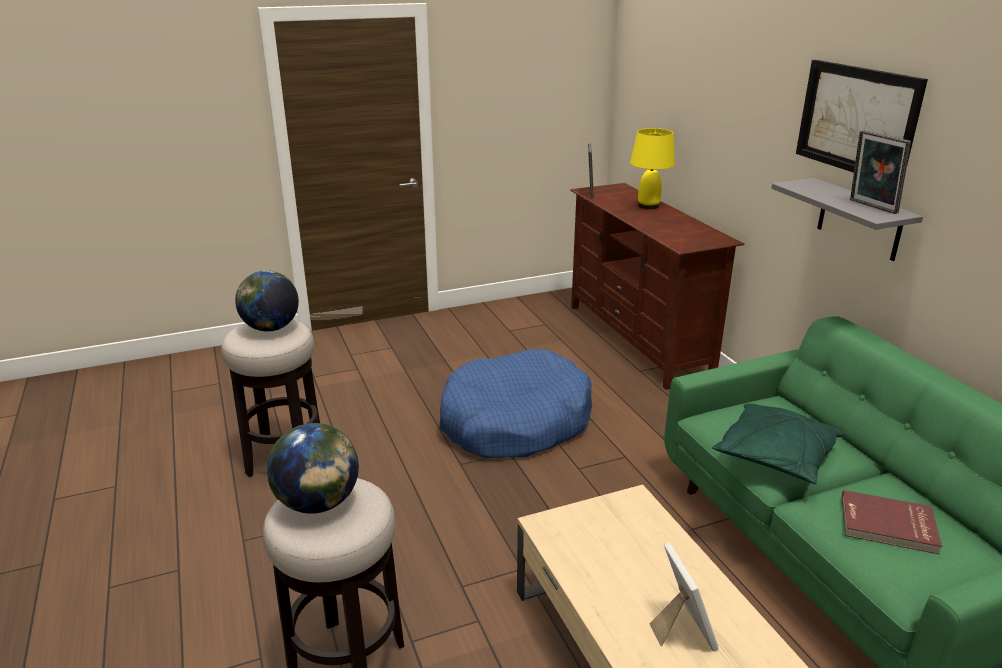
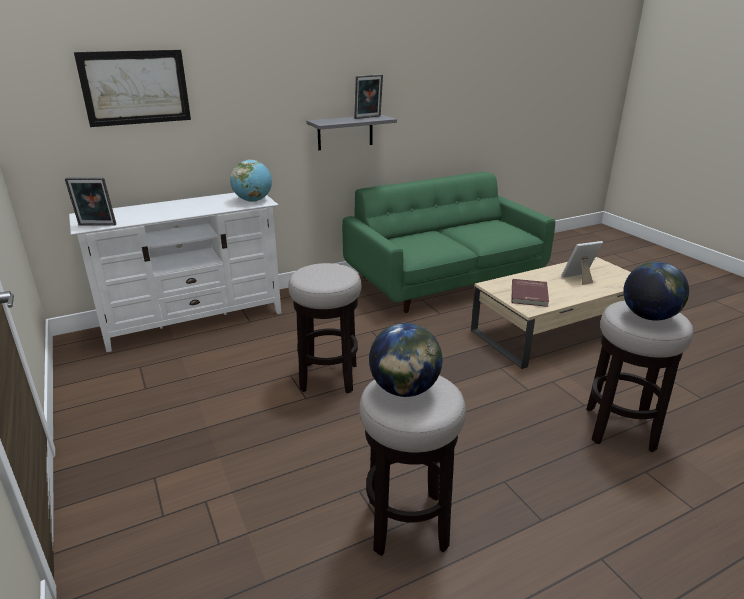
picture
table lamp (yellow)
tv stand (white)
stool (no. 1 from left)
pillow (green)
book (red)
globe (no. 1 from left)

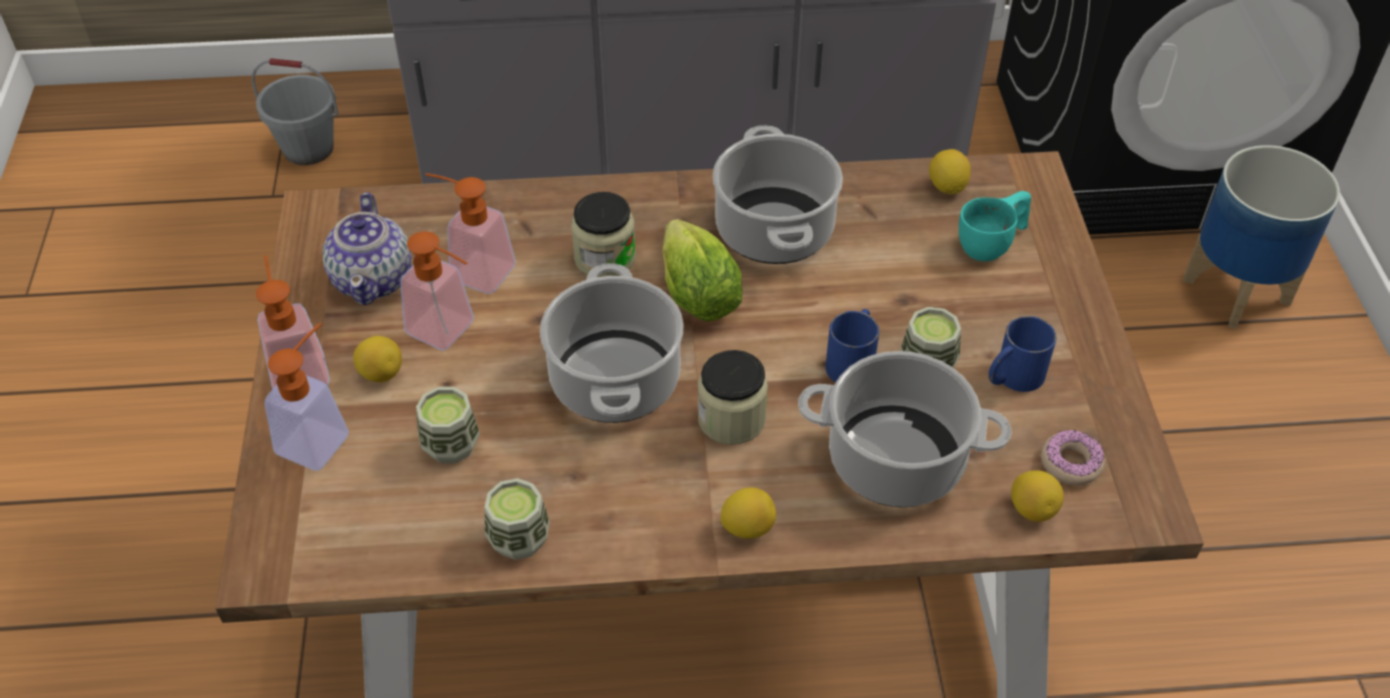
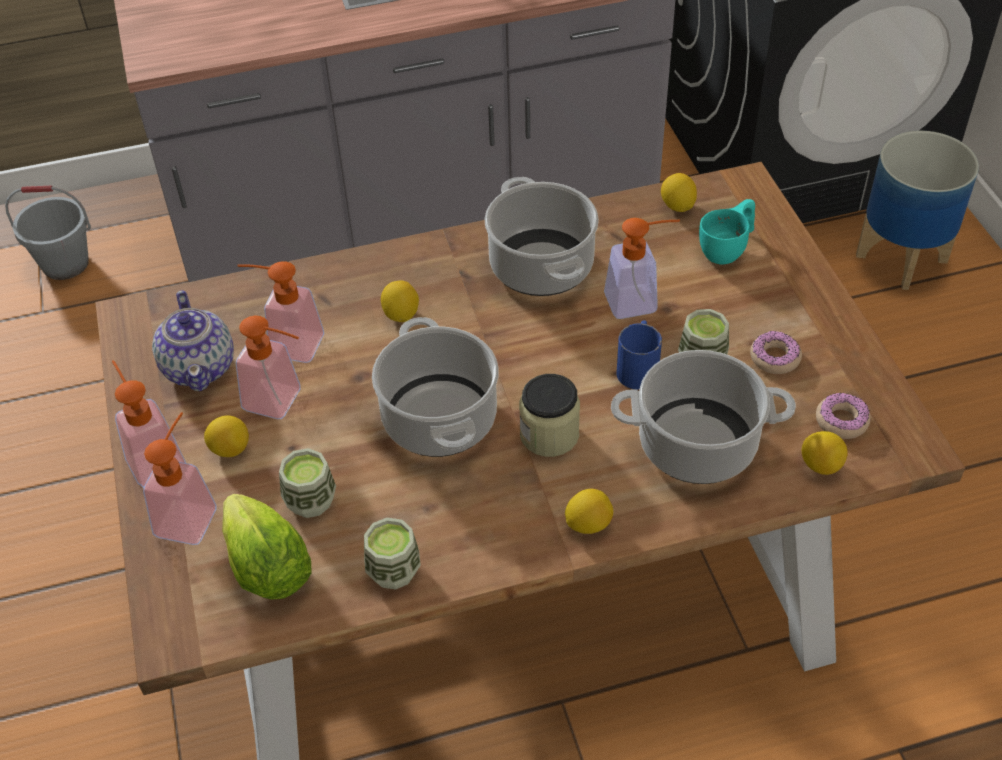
lemon (no. 2 from left)
lettuce
donut (no. 1 from left)
soap dispenser (no. 5 from left)

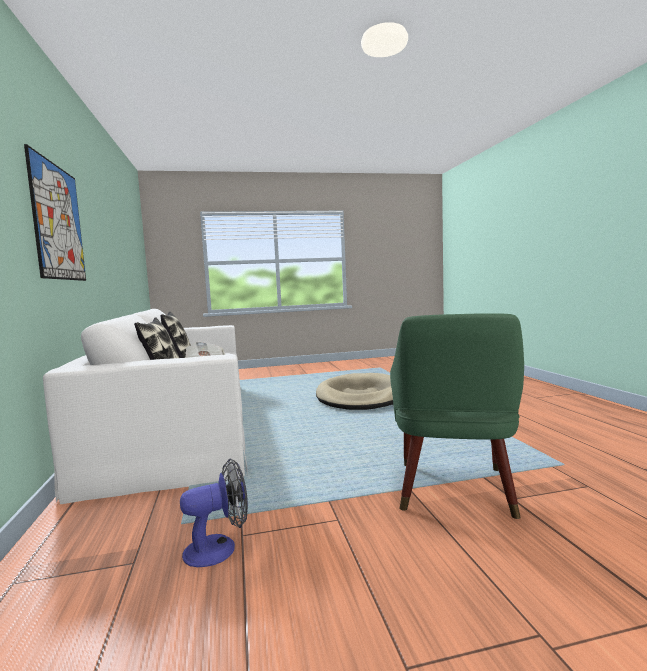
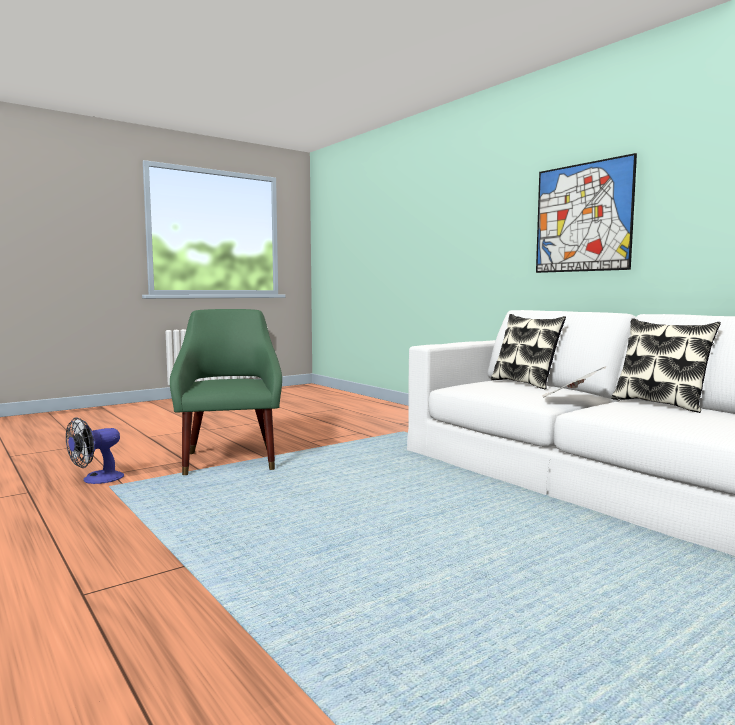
dog bed (beige)
fan

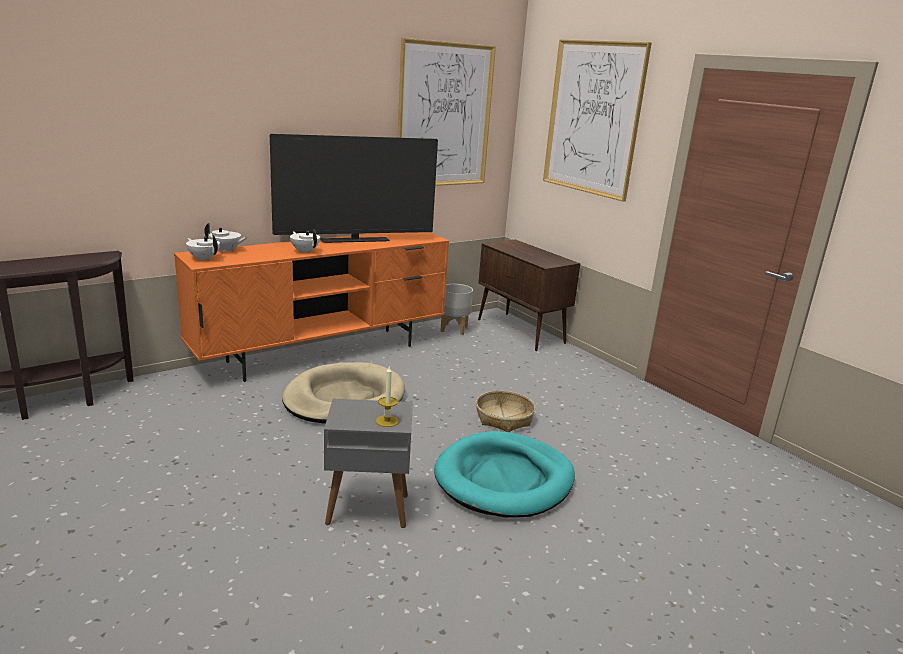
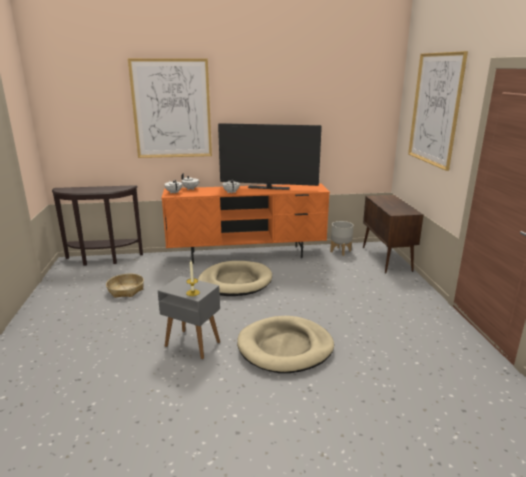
picture (no. 1 from left)
basket
dog bed (beige) (no. 2 from left)

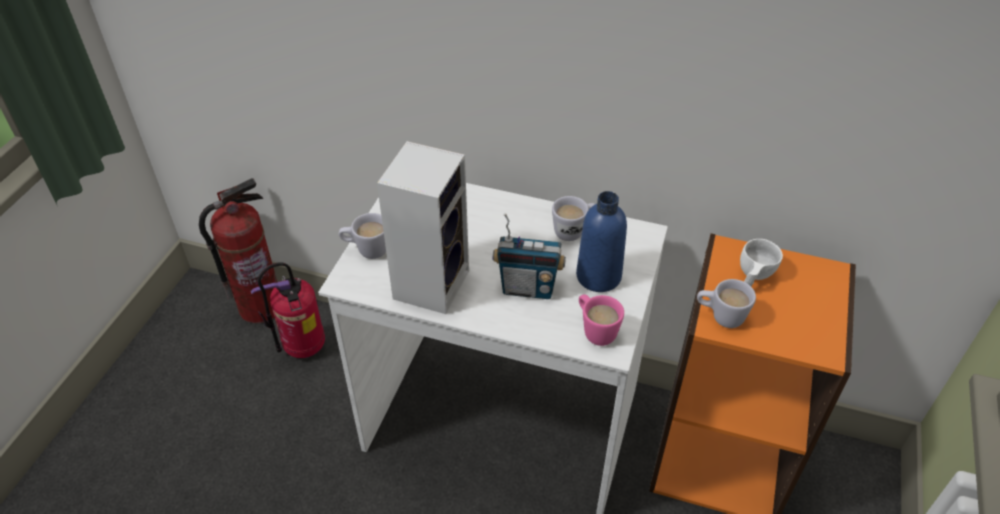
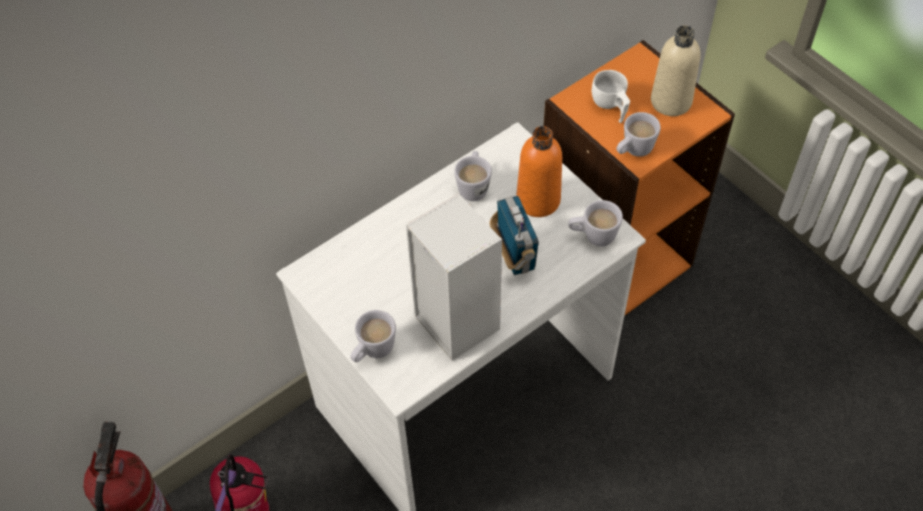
bottle (orange)
radio
mug (white) (no. 3 from left)
bottle (beige)

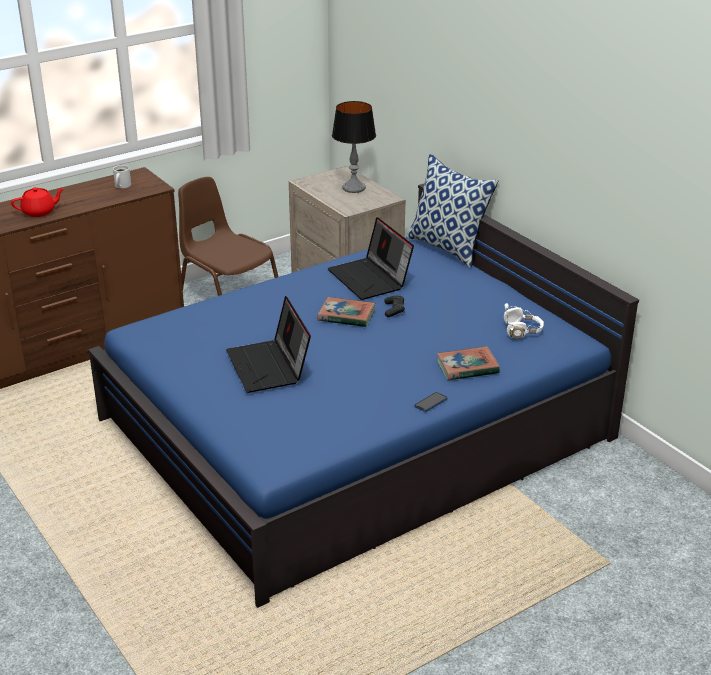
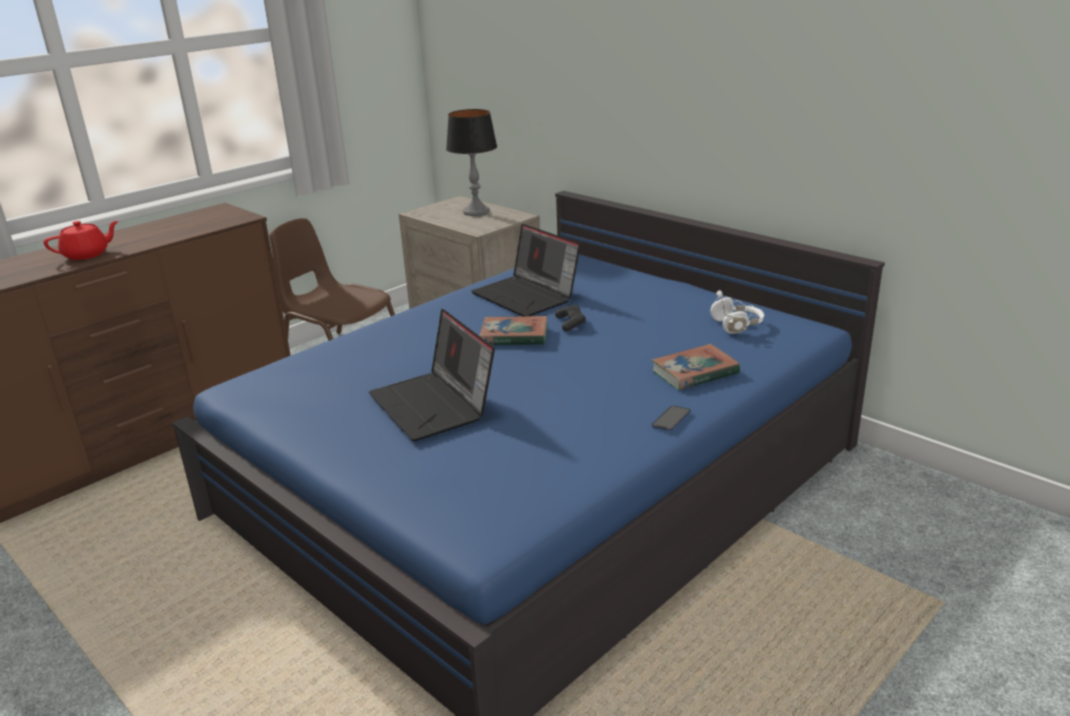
pillow
mug (white)

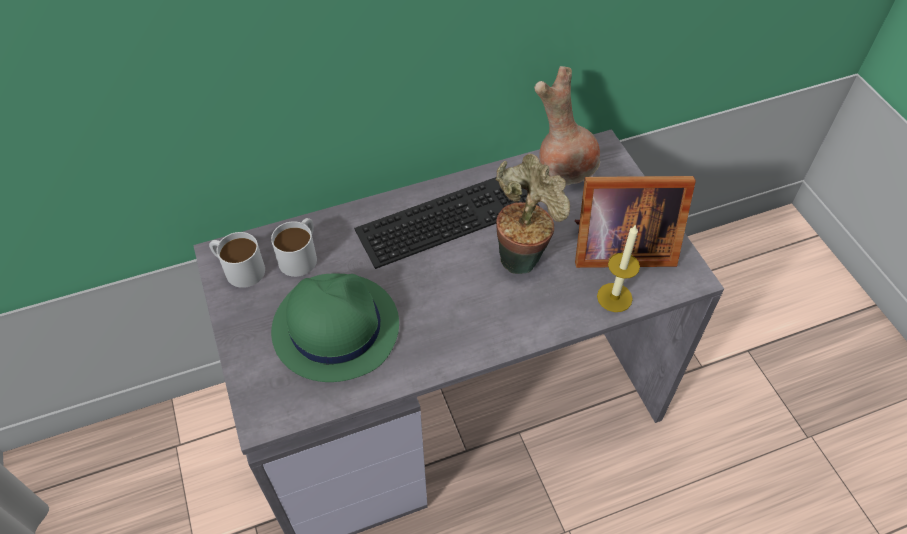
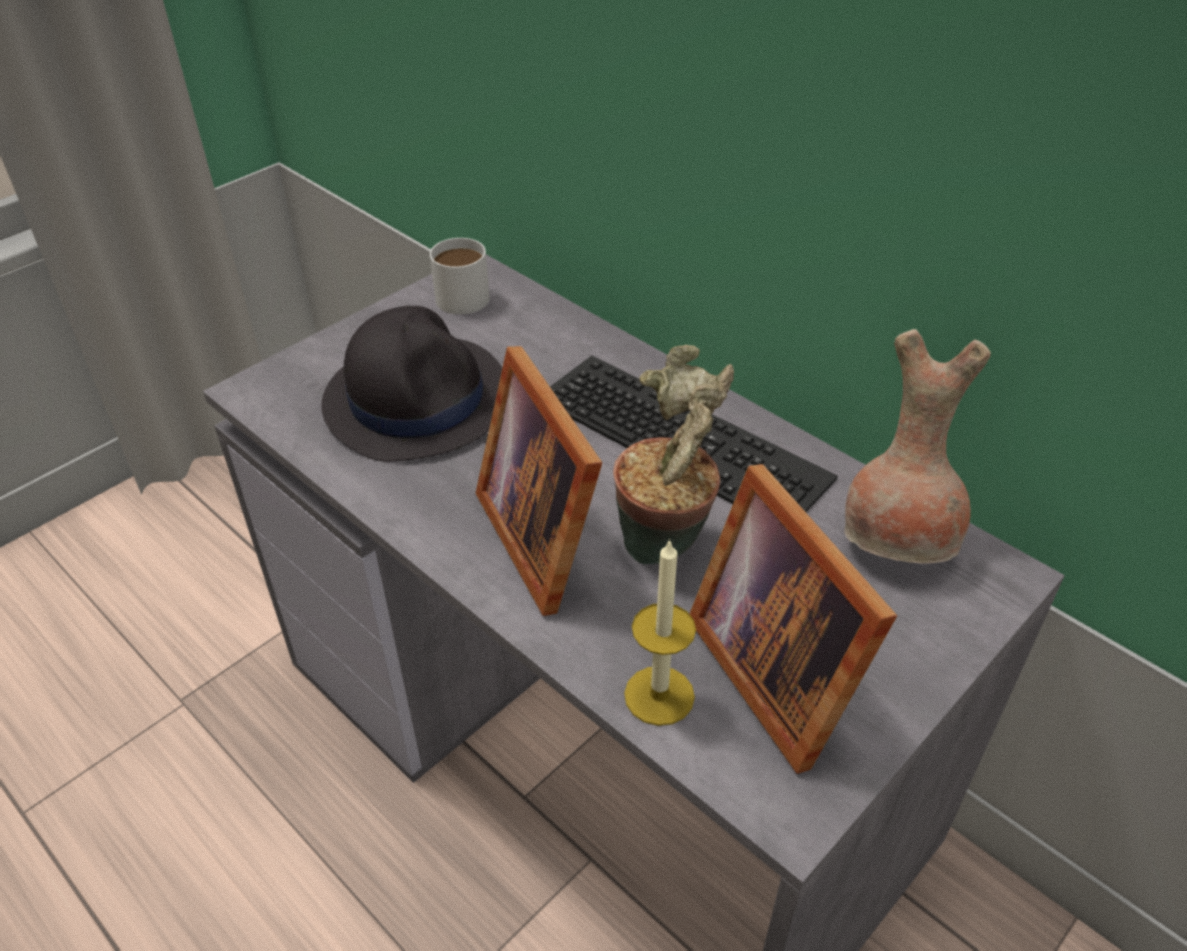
mug (white) (no. 2 from left in the first image)
hat (black)
picture frame (no. 1 from left)

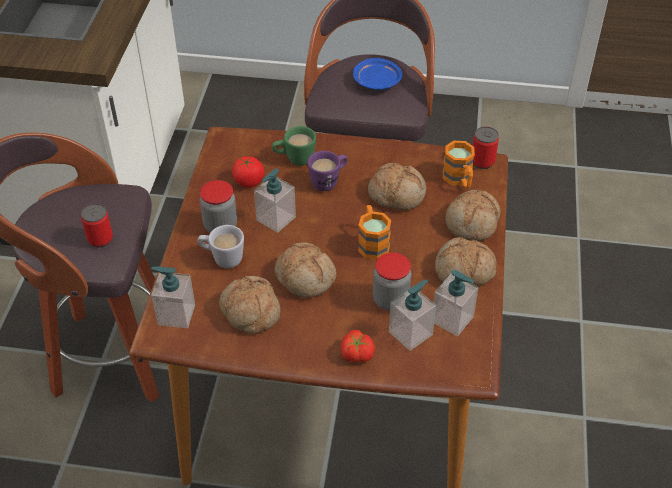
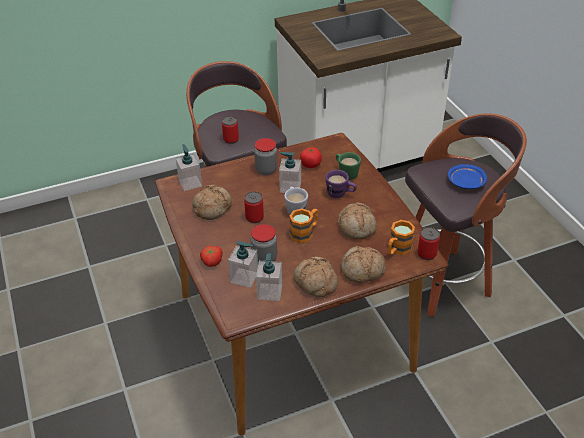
mug (white)
can (no. 2 from left)

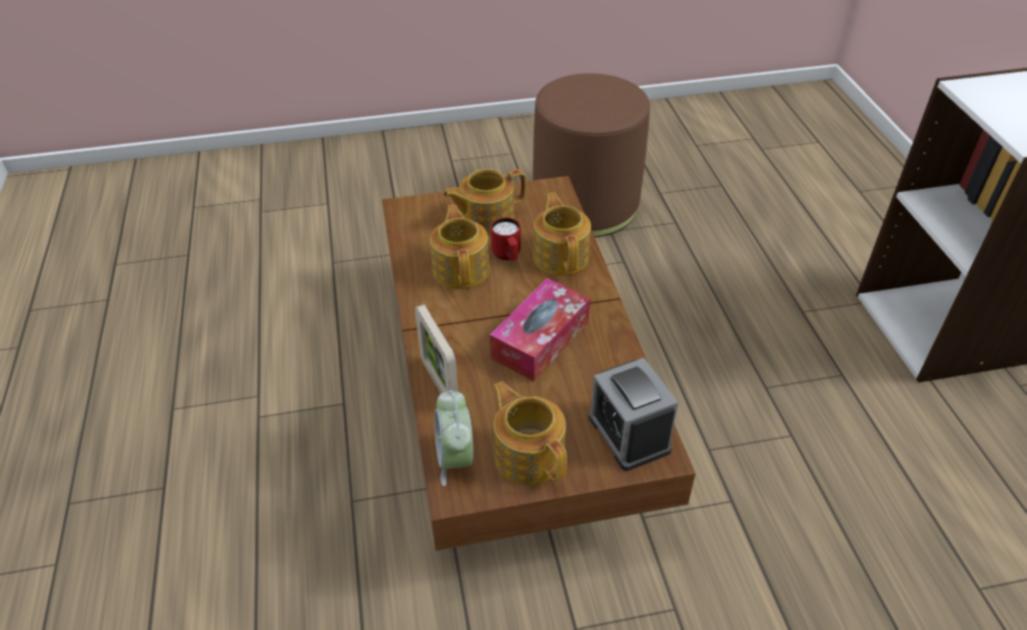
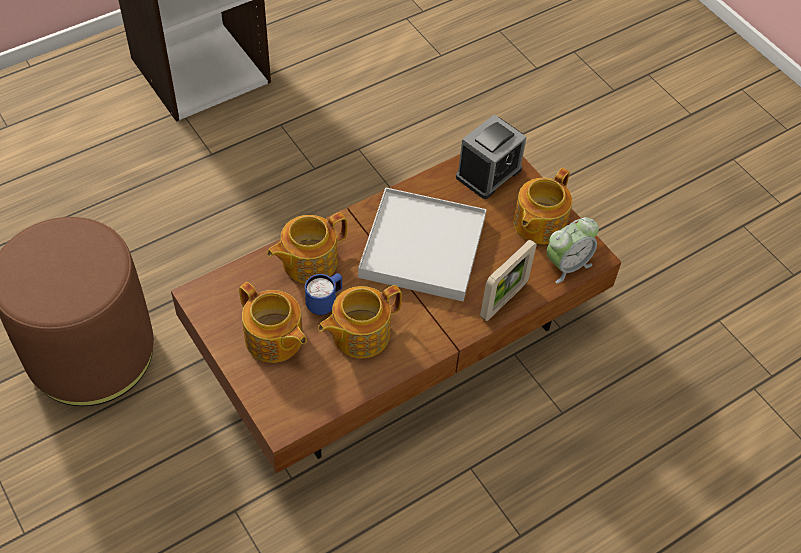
mug (blue)
tray (white)

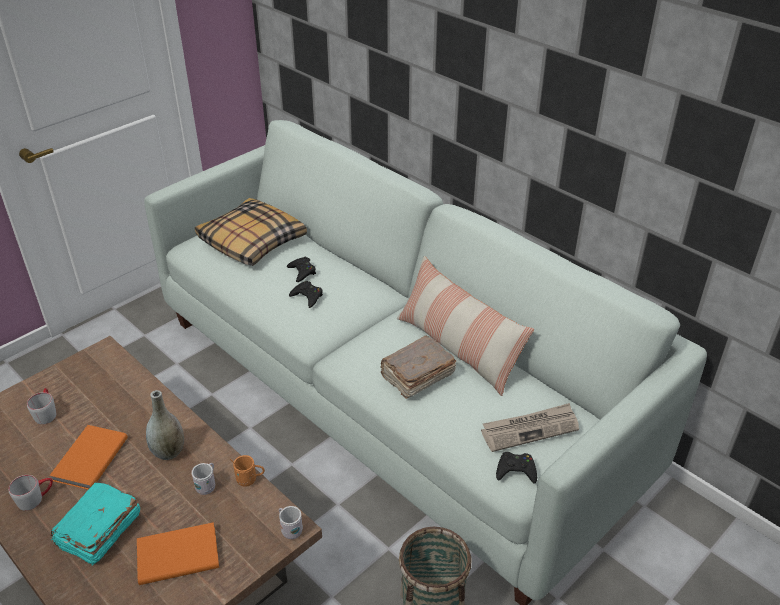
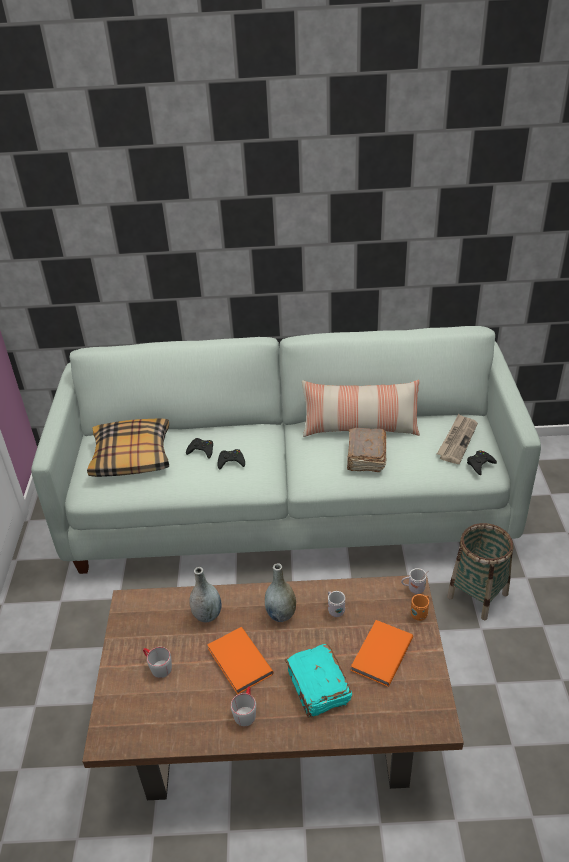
mug (orange)
vase (grey) (no. 1 from left)

